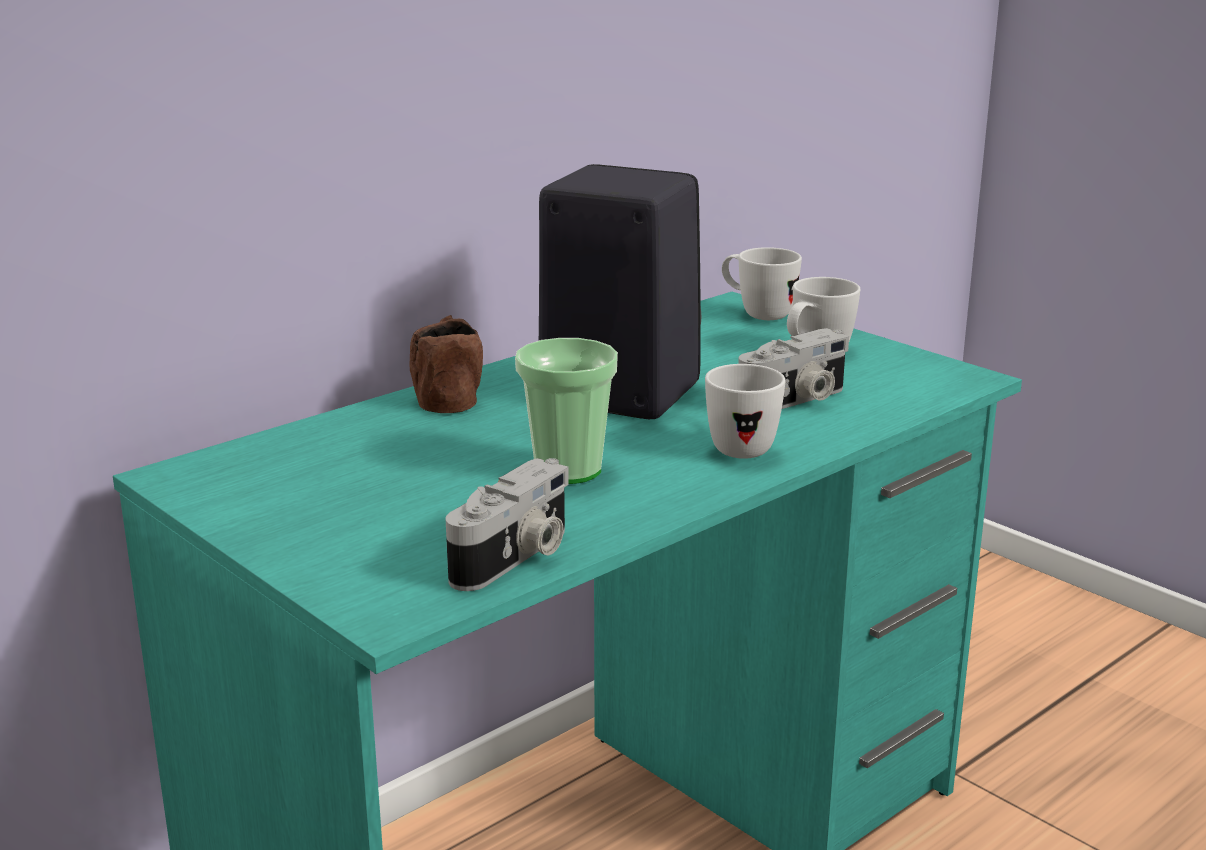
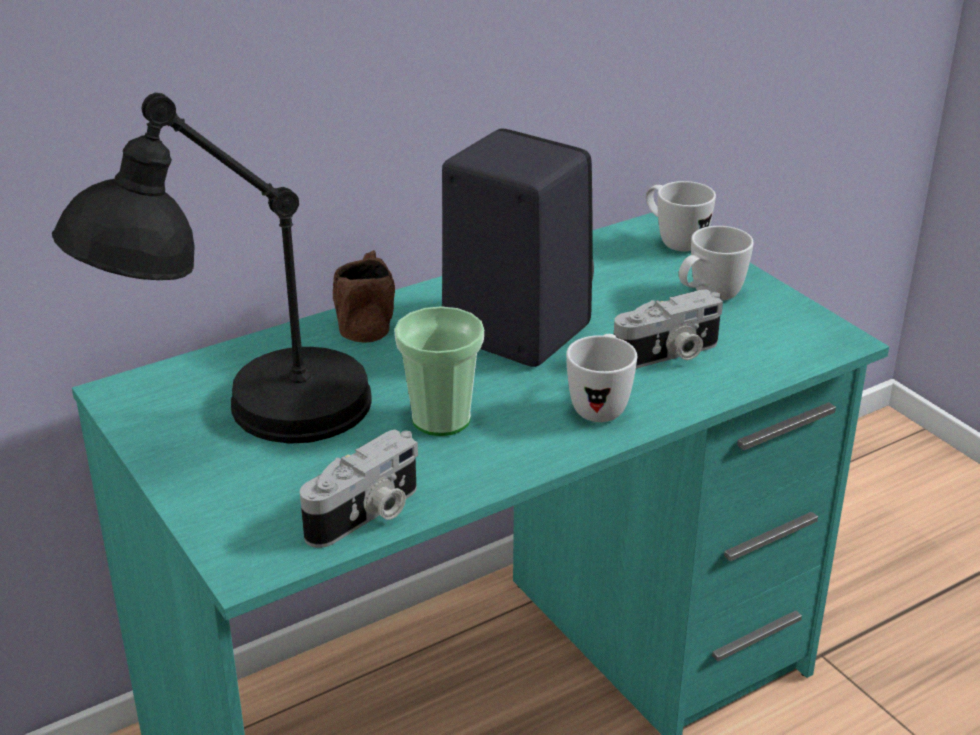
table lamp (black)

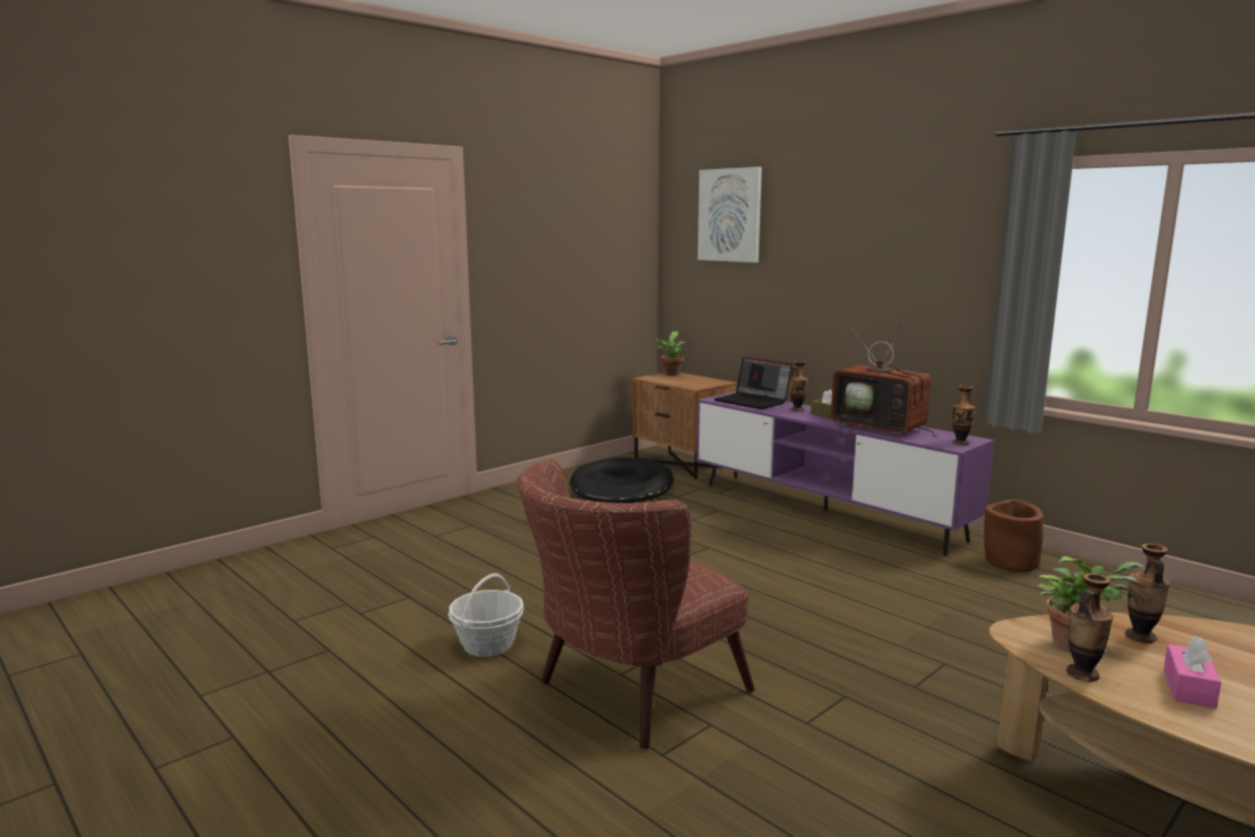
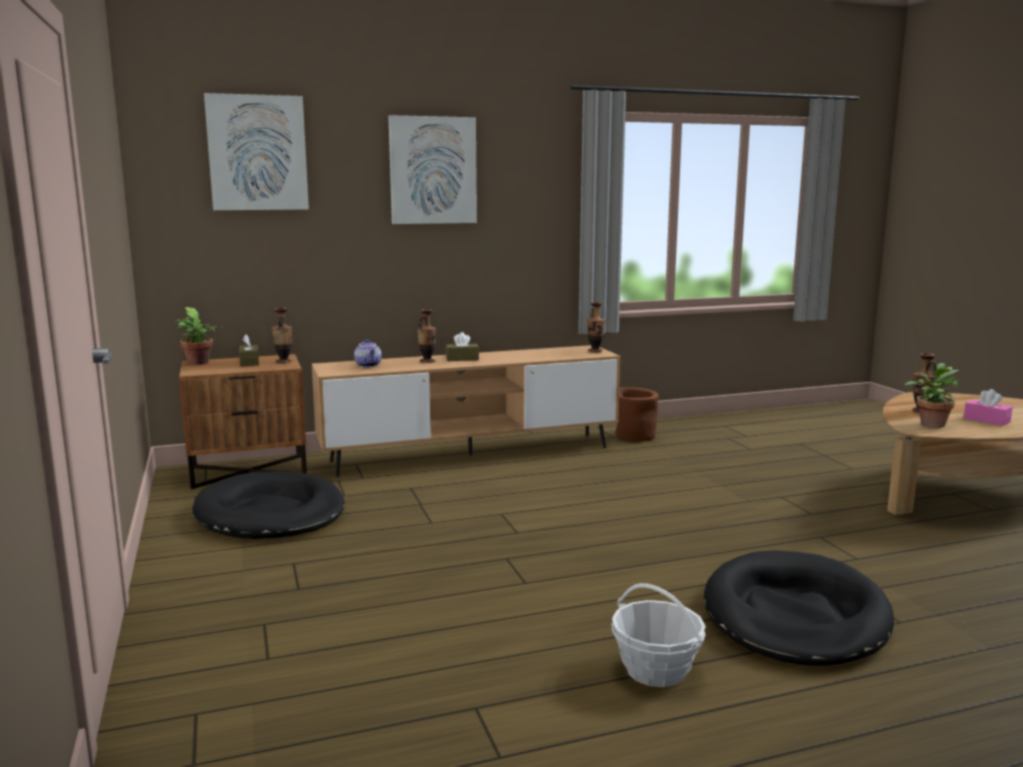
television
teapot
tv stand (brown)
dog bed (black) (no. 2 from left)
vase (no. 1 from left)
picture (no. 2 from left)
tissue box (brown) (no. 1 from left)

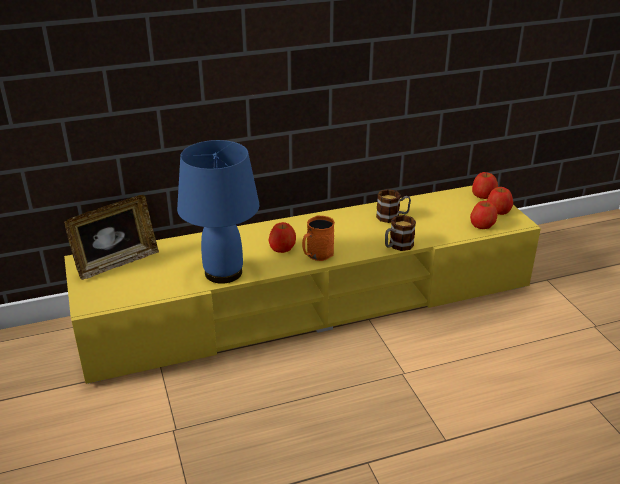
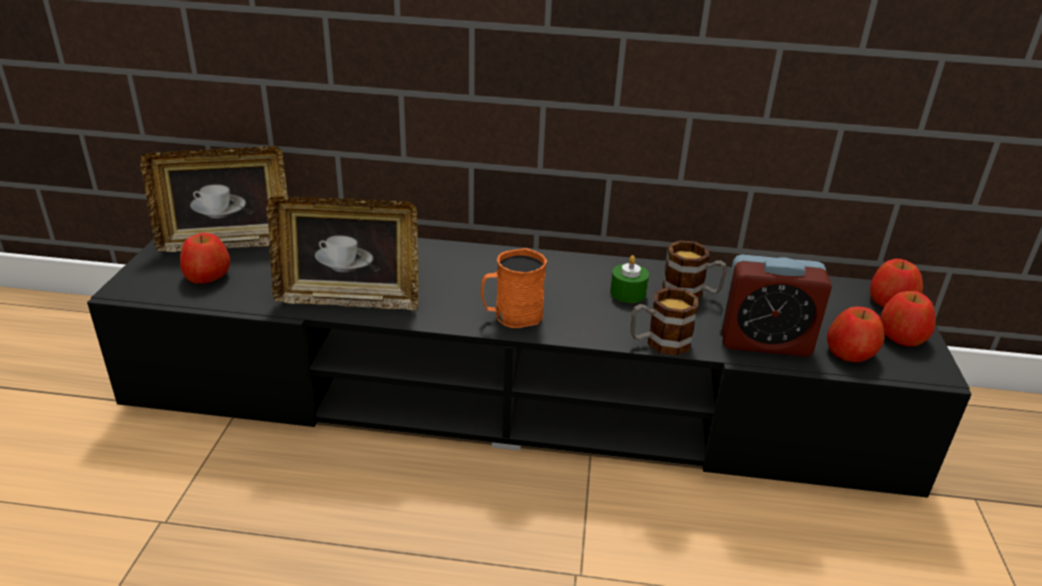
picture frame (no. 2 from left)
tv stand (black)
apple (no. 1 from left)
candle (green)
alarm clock

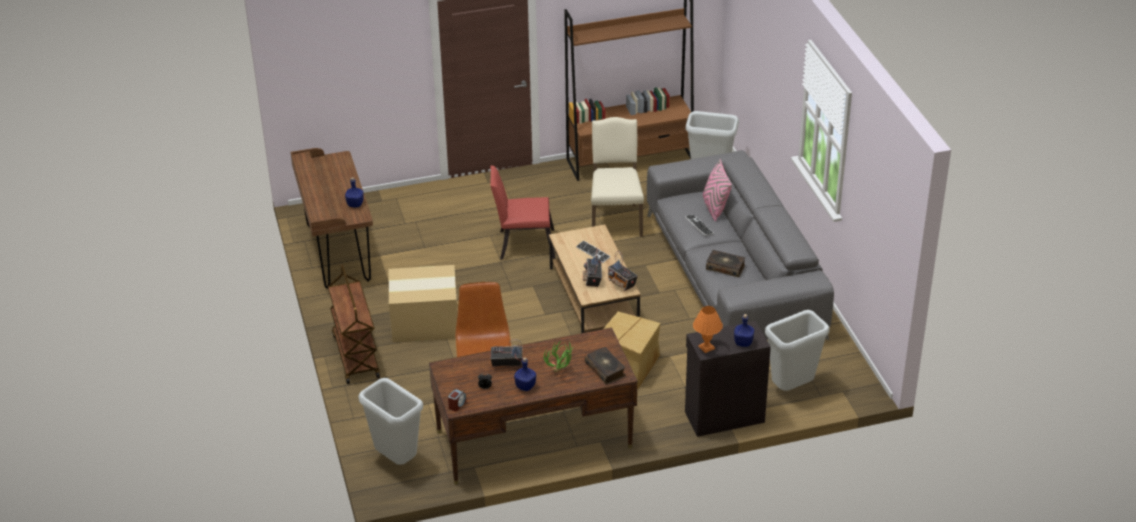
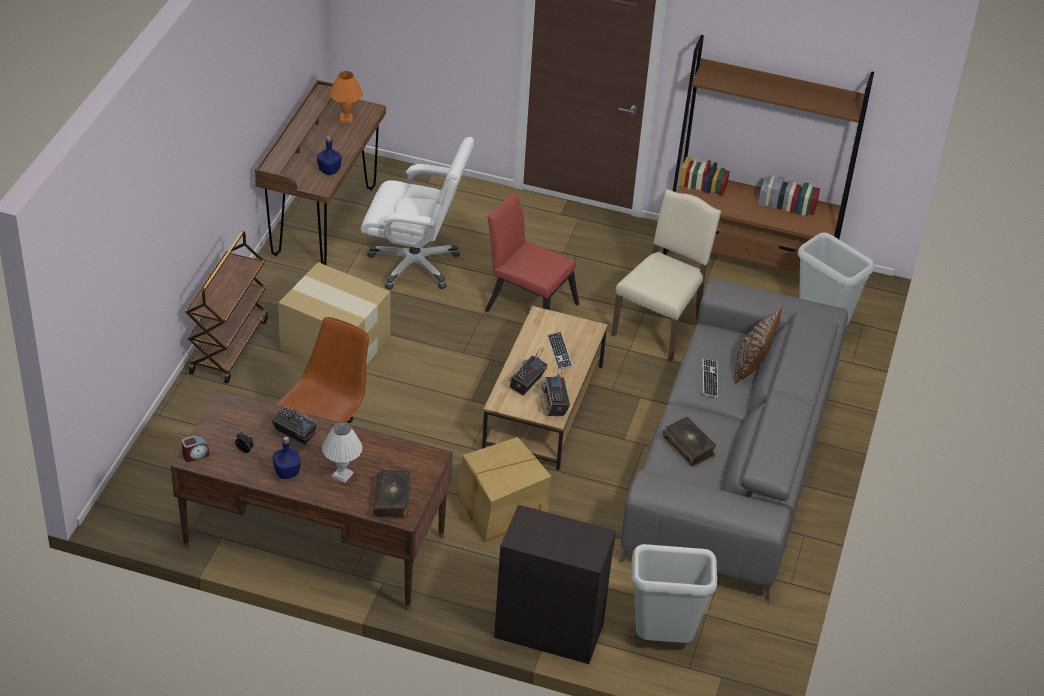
pillow (brown)
table lamp (orange)
bottle (blue) (no. 3 from left in the first image)
table lamp (white)
trash can (grey) (no. 1 from left in the first image)
office chair (white)

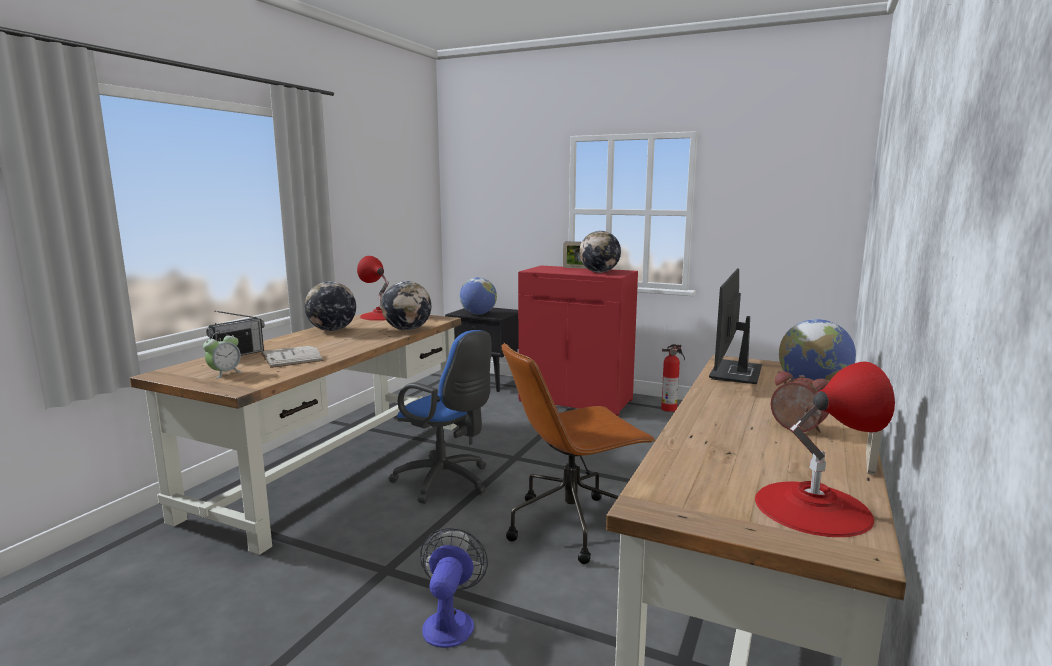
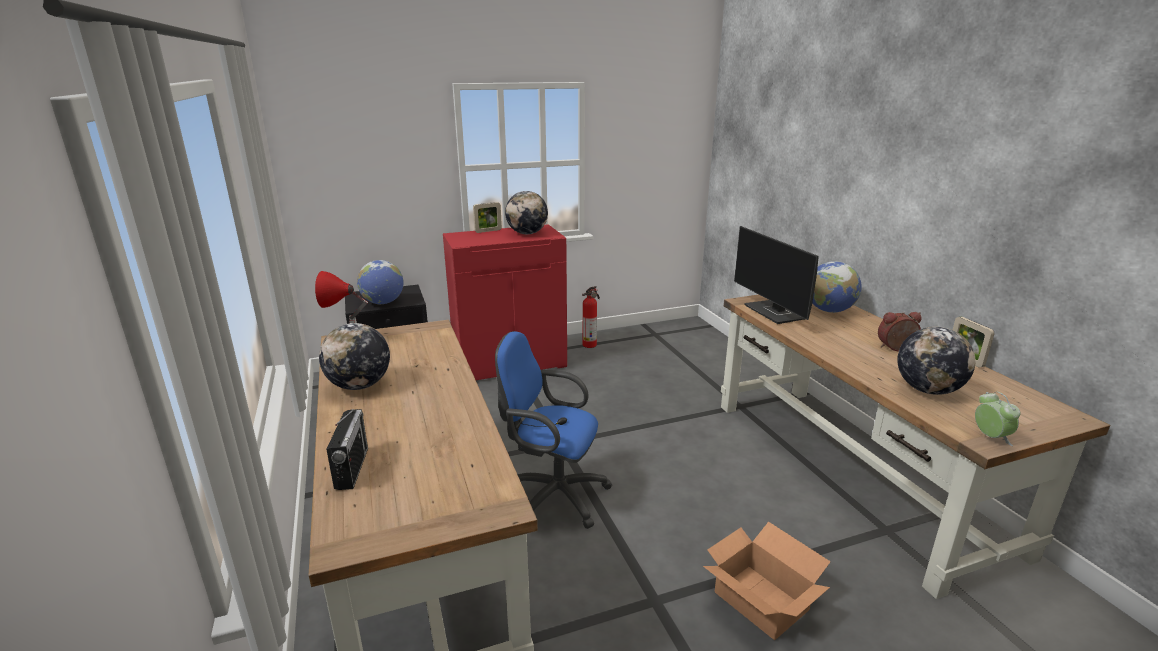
globe (no. 5 from left)
office chair (blue)
alarm clock (no. 2 from left)
office chair (brown)
book (white)
table lamp (red) (no. 2 from left in the first image)
cardboard box

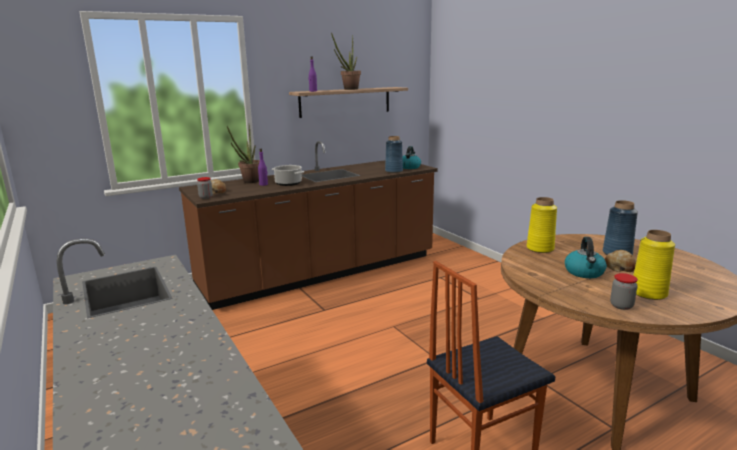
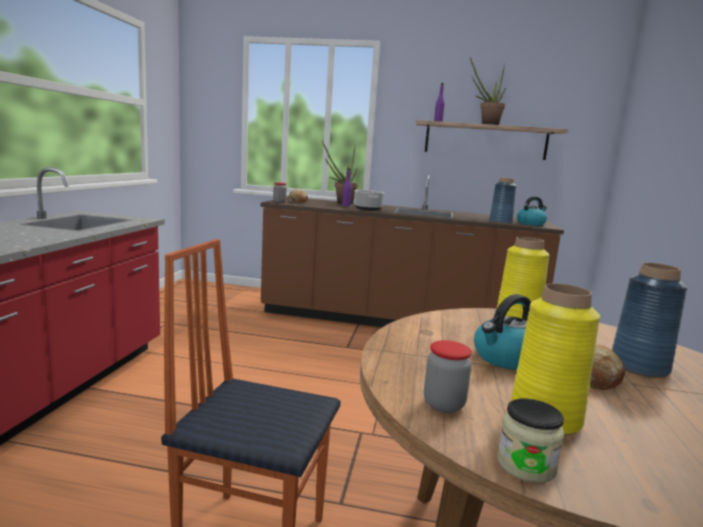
jar (no. 3 from left)

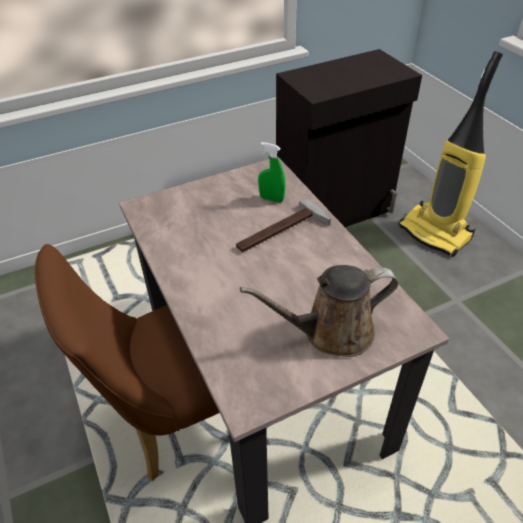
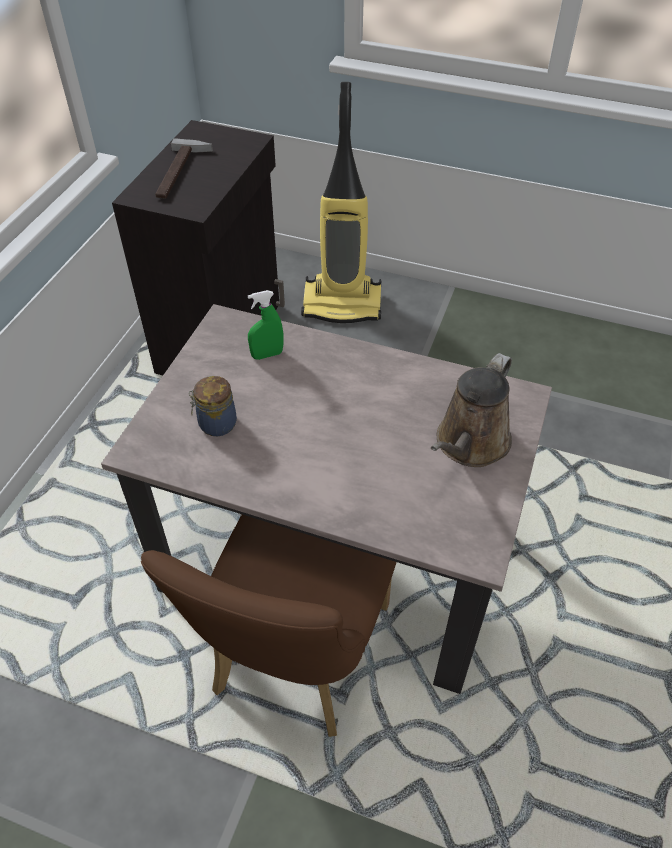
hammer
jar

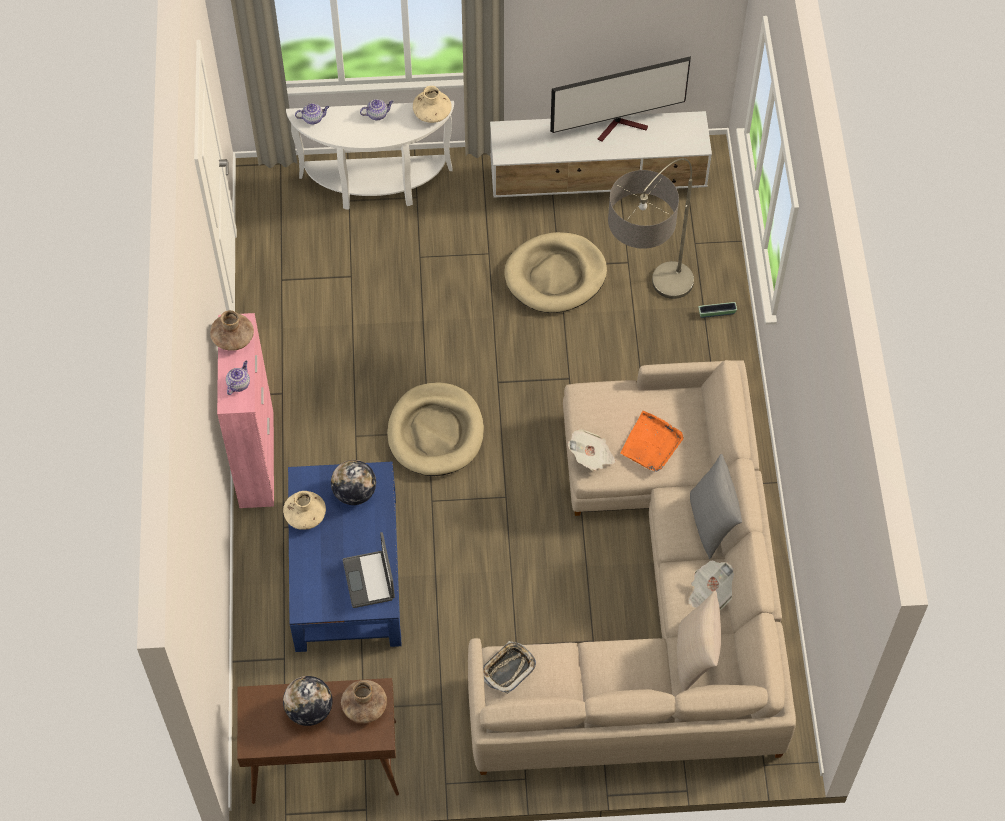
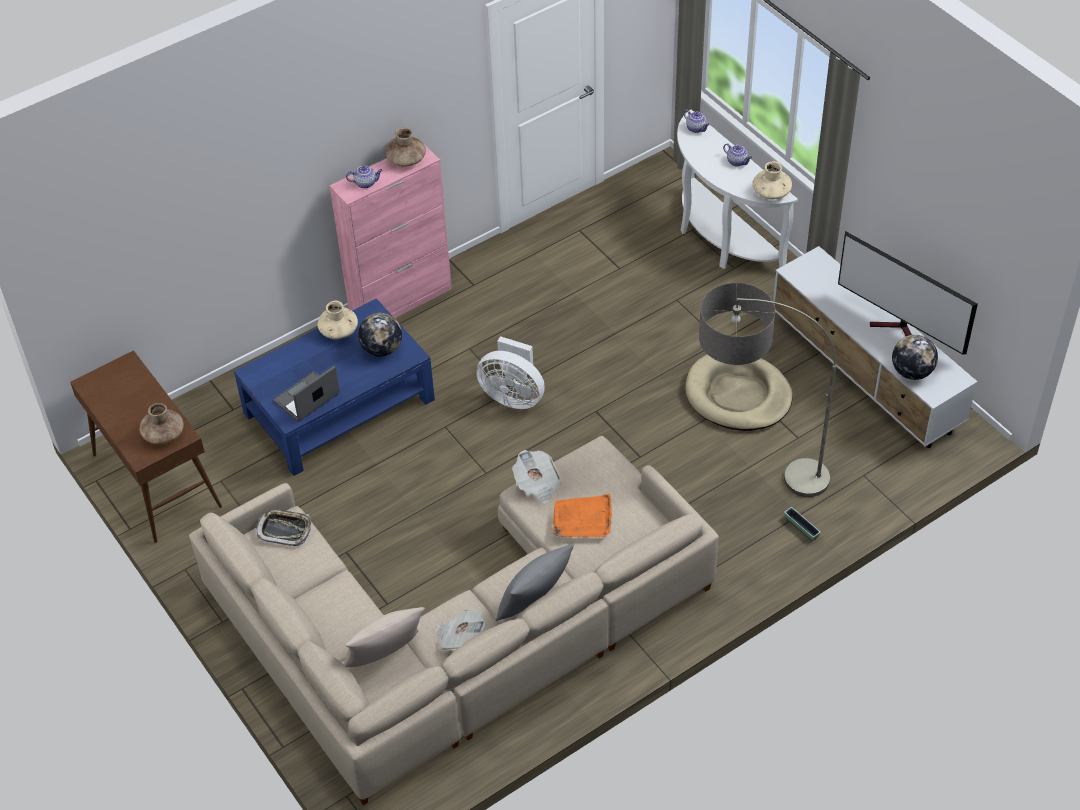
fan (white)
globe (no. 2 from left)

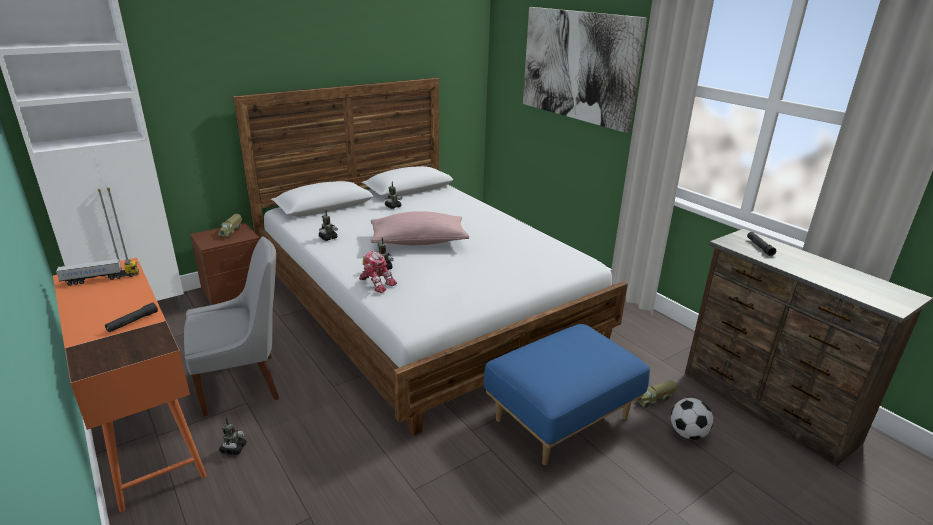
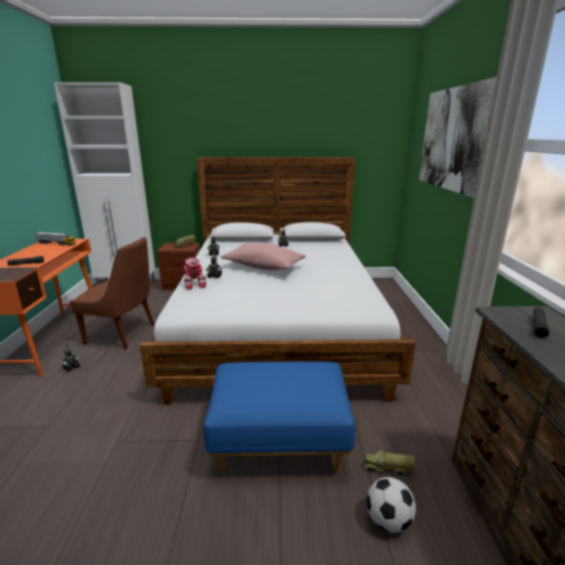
chair (brown)

